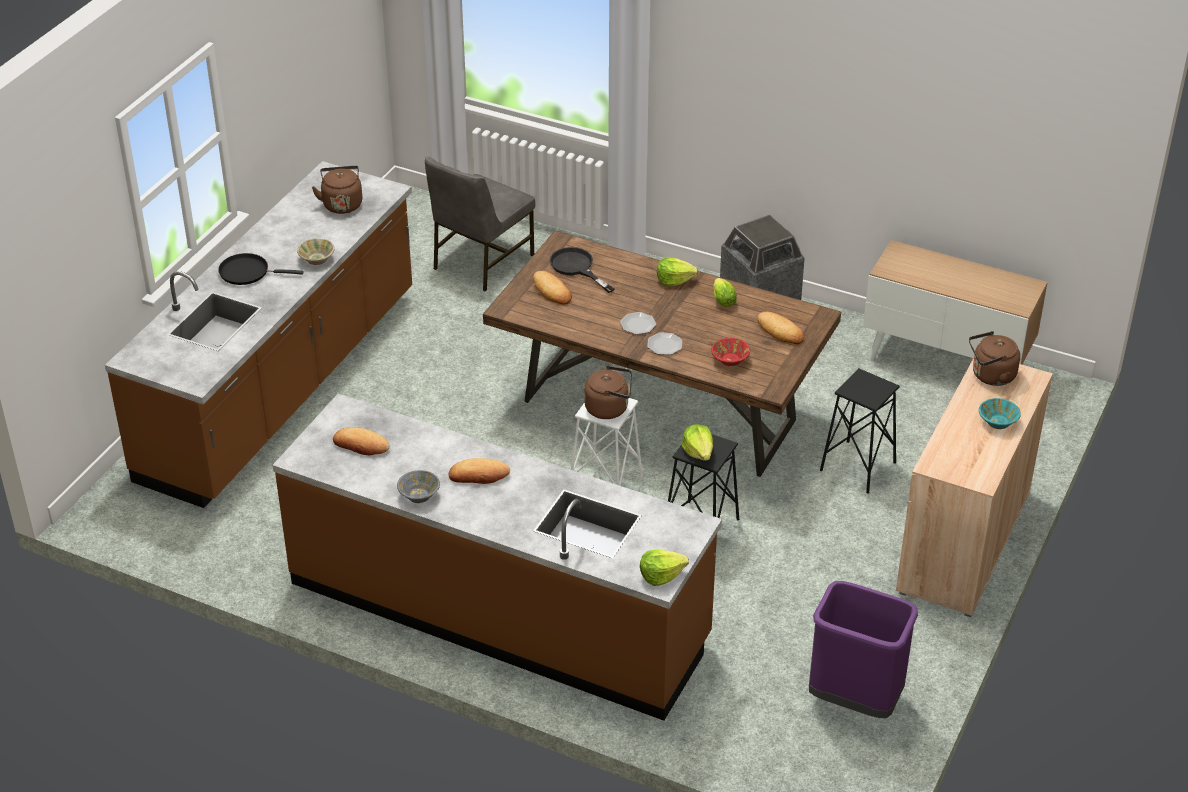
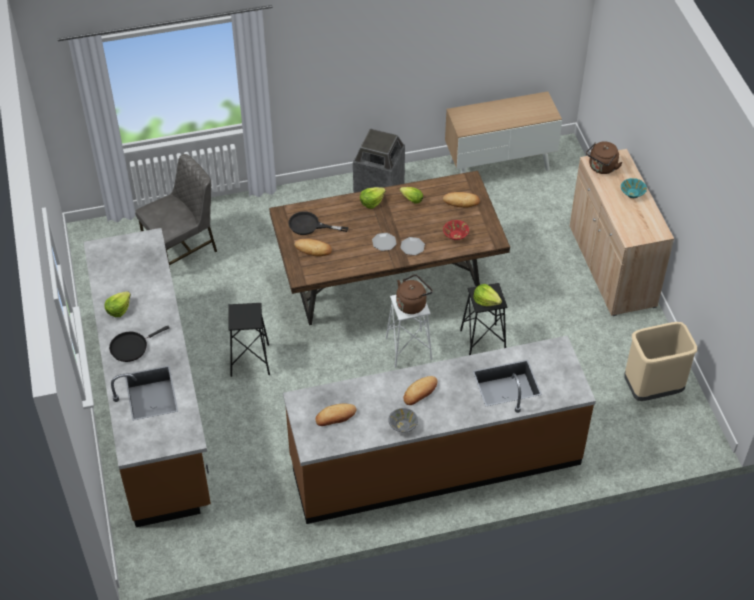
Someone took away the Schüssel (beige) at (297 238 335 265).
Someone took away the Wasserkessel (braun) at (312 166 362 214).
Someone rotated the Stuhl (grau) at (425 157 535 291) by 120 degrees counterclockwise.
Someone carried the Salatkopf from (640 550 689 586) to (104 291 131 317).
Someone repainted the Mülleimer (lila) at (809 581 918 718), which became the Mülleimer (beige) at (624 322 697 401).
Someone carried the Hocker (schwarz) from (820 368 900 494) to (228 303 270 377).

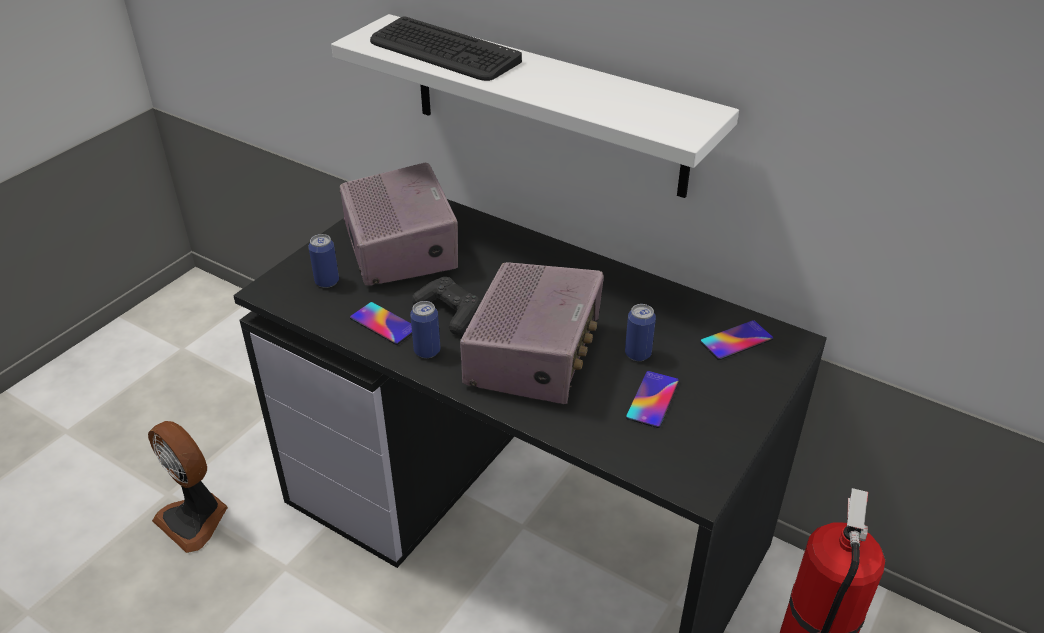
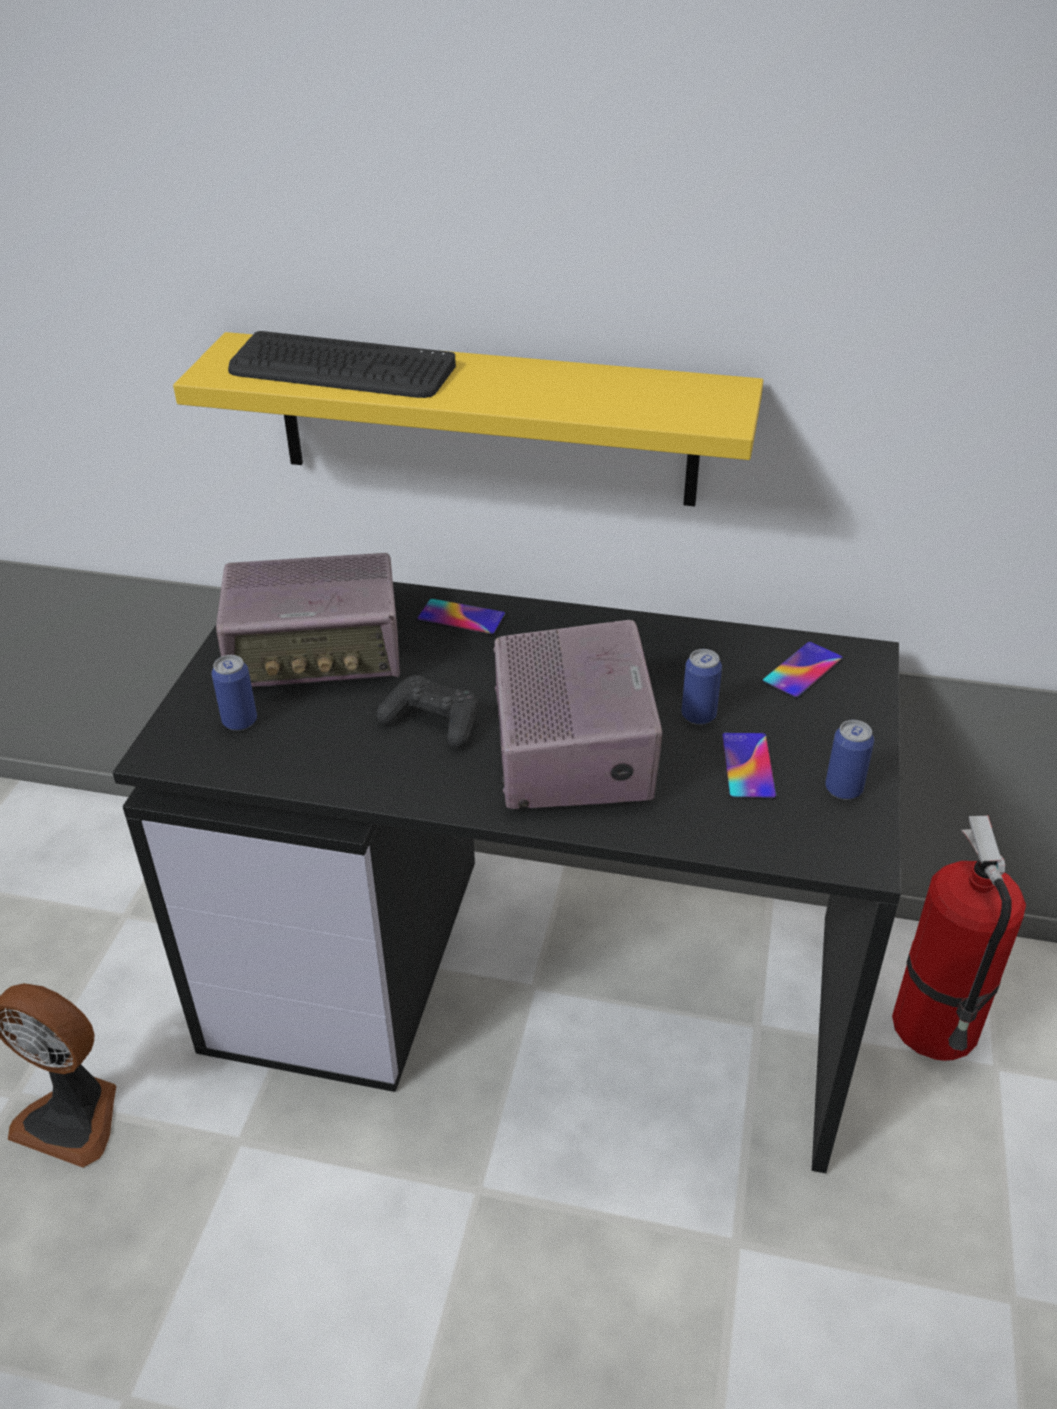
Someone repainted the Wandregal (weiß) at (331 14 739 198), which became the Wandregal (gelb) at (173 332 764 506).
Someone rotated the Radio at (340 163 458 286) by 120 degrees clockwise.
Someone carried the Handy from (350 302 412 345) to (417 599 506 635).
Someone carried the Dose from (410 301 440 358) to (825 720 874 800).

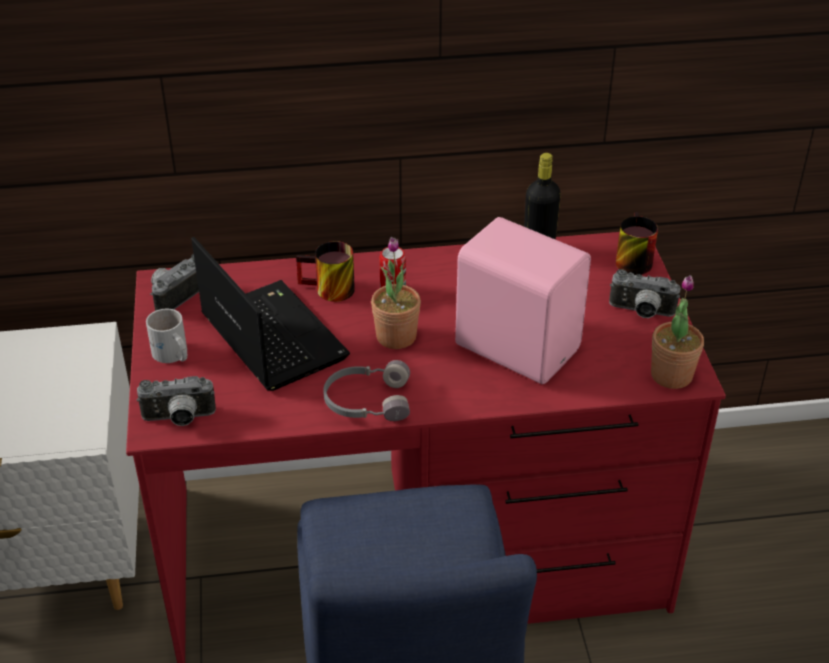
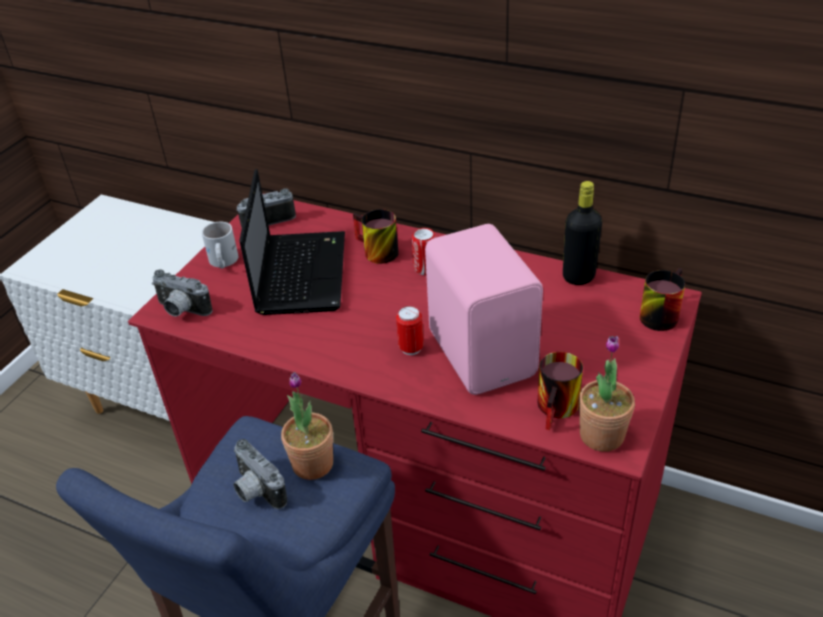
Someone took away the Kopfhörer (grau) at (323 360 410 421).
Someone carried the Topfpflanze from (371 237 421 349) to (281 372 333 480).
Someone carried the Kamera from (609 269 681 318) to (234 439 287 509).
Someone put down the Dose at (396 306 424 355).
Someone put down the Henkelbecher at (537 351 583 430).

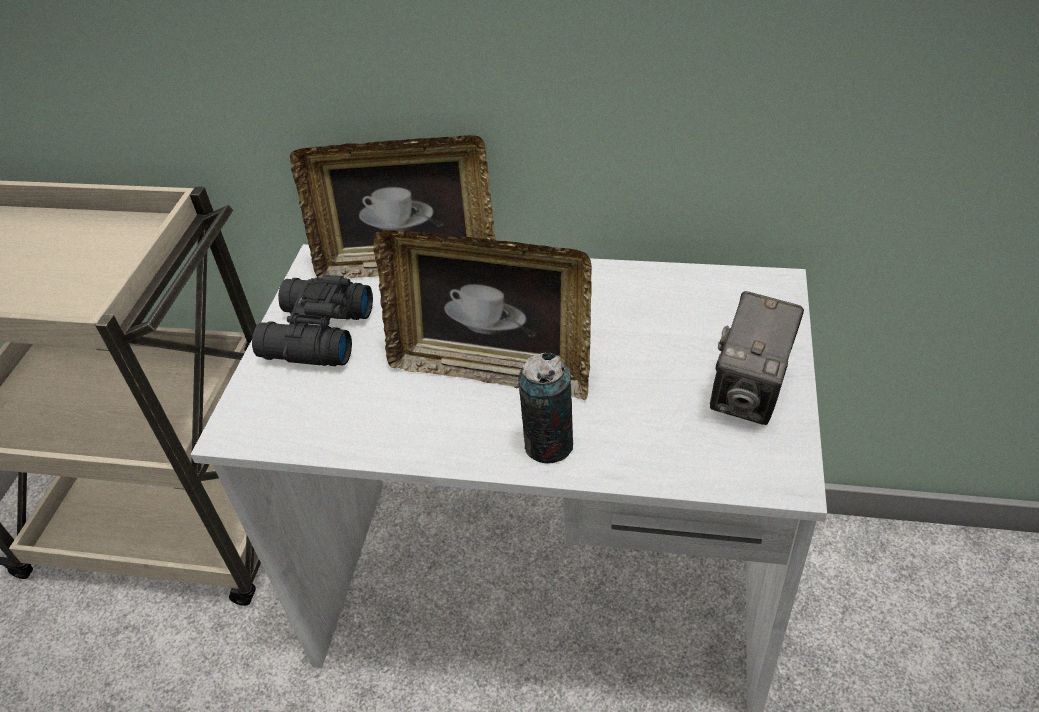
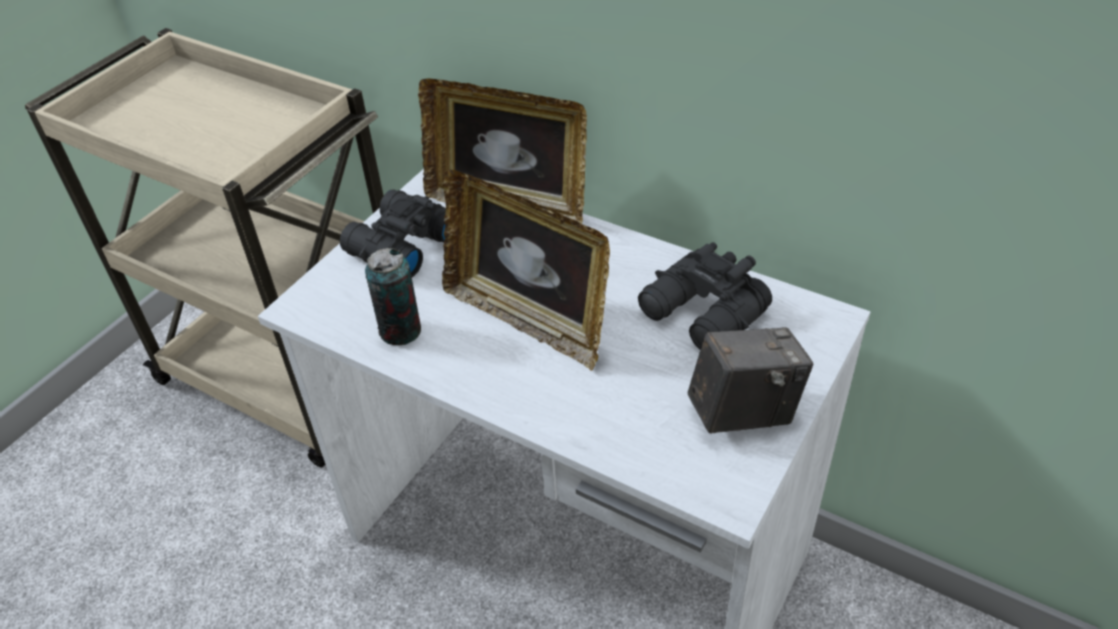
Someone carried the Dose from (518 353 573 464) to (365 248 421 345).
Someone rotated the Kamera at (710 291 804 425) by 150 degrees counterclockwise.
Someone put down the Fernglas (schwarz) at (638 242 772 350).

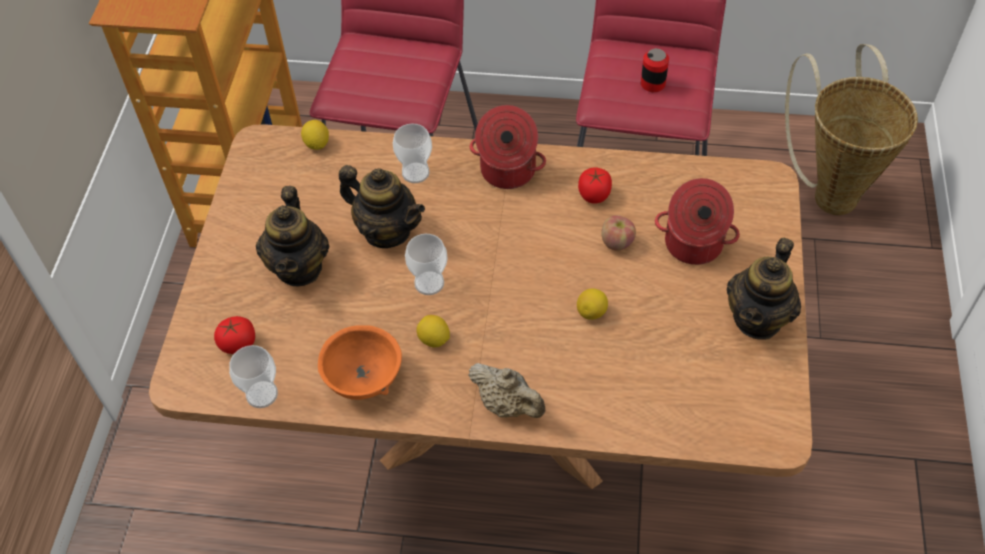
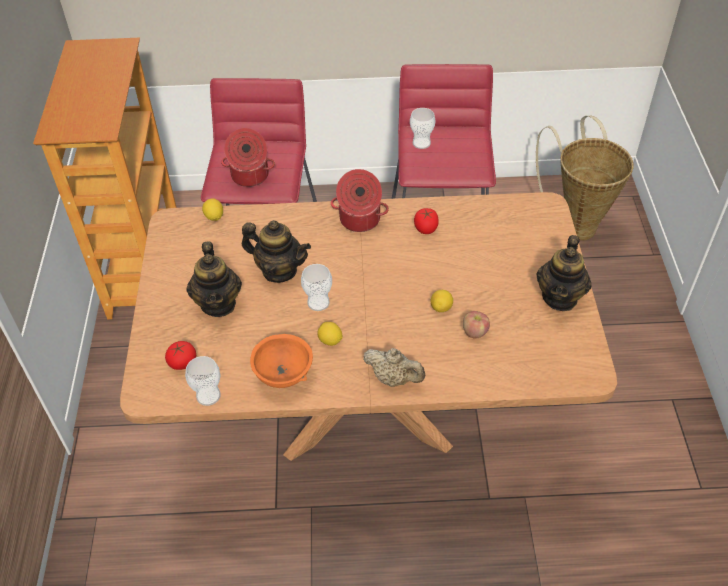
Someone carried the Tasse from (393 124 432 183) to (410 108 435 149).
Someone carried the Apfel from (601 215 636 251) to (463 311 490 338).
Someone took away the Dose at (641 48 669 92).
Someone carried the Kochtopf from (655 178 740 265) to (221 128 275 187).

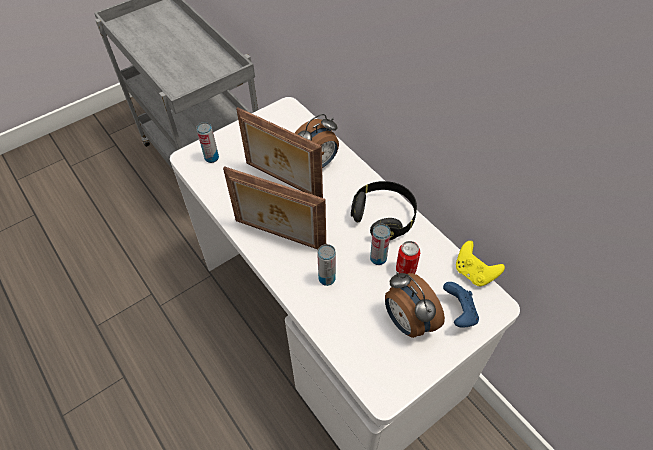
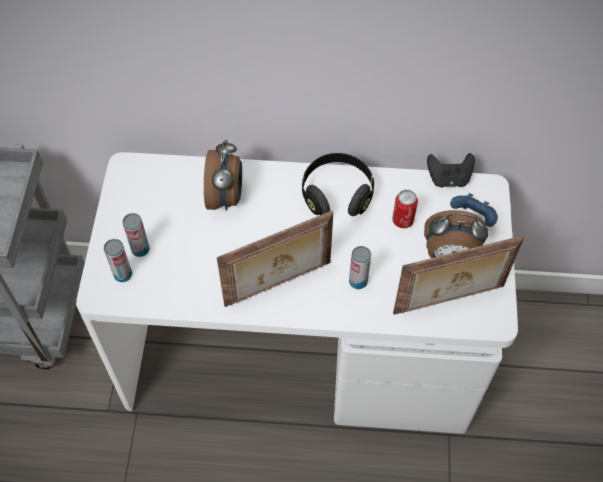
Someone carried the Bilderrahmen from (236 107 323 198) to (393 235 524 315).
Someone carried the Dose from (370 224 391 265) to (122 213 149 257).
Someone repainted the Gamepad (gelb) at (456 241 505 286), which became the Gamepad (schwarz) at (427 153 475 188).

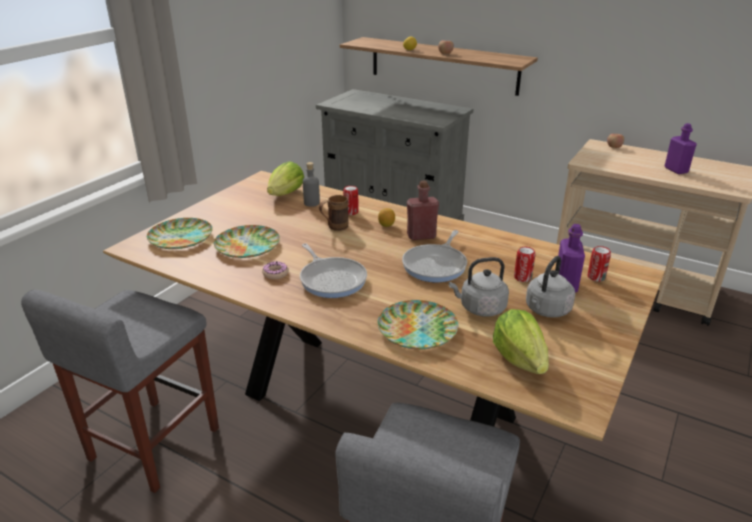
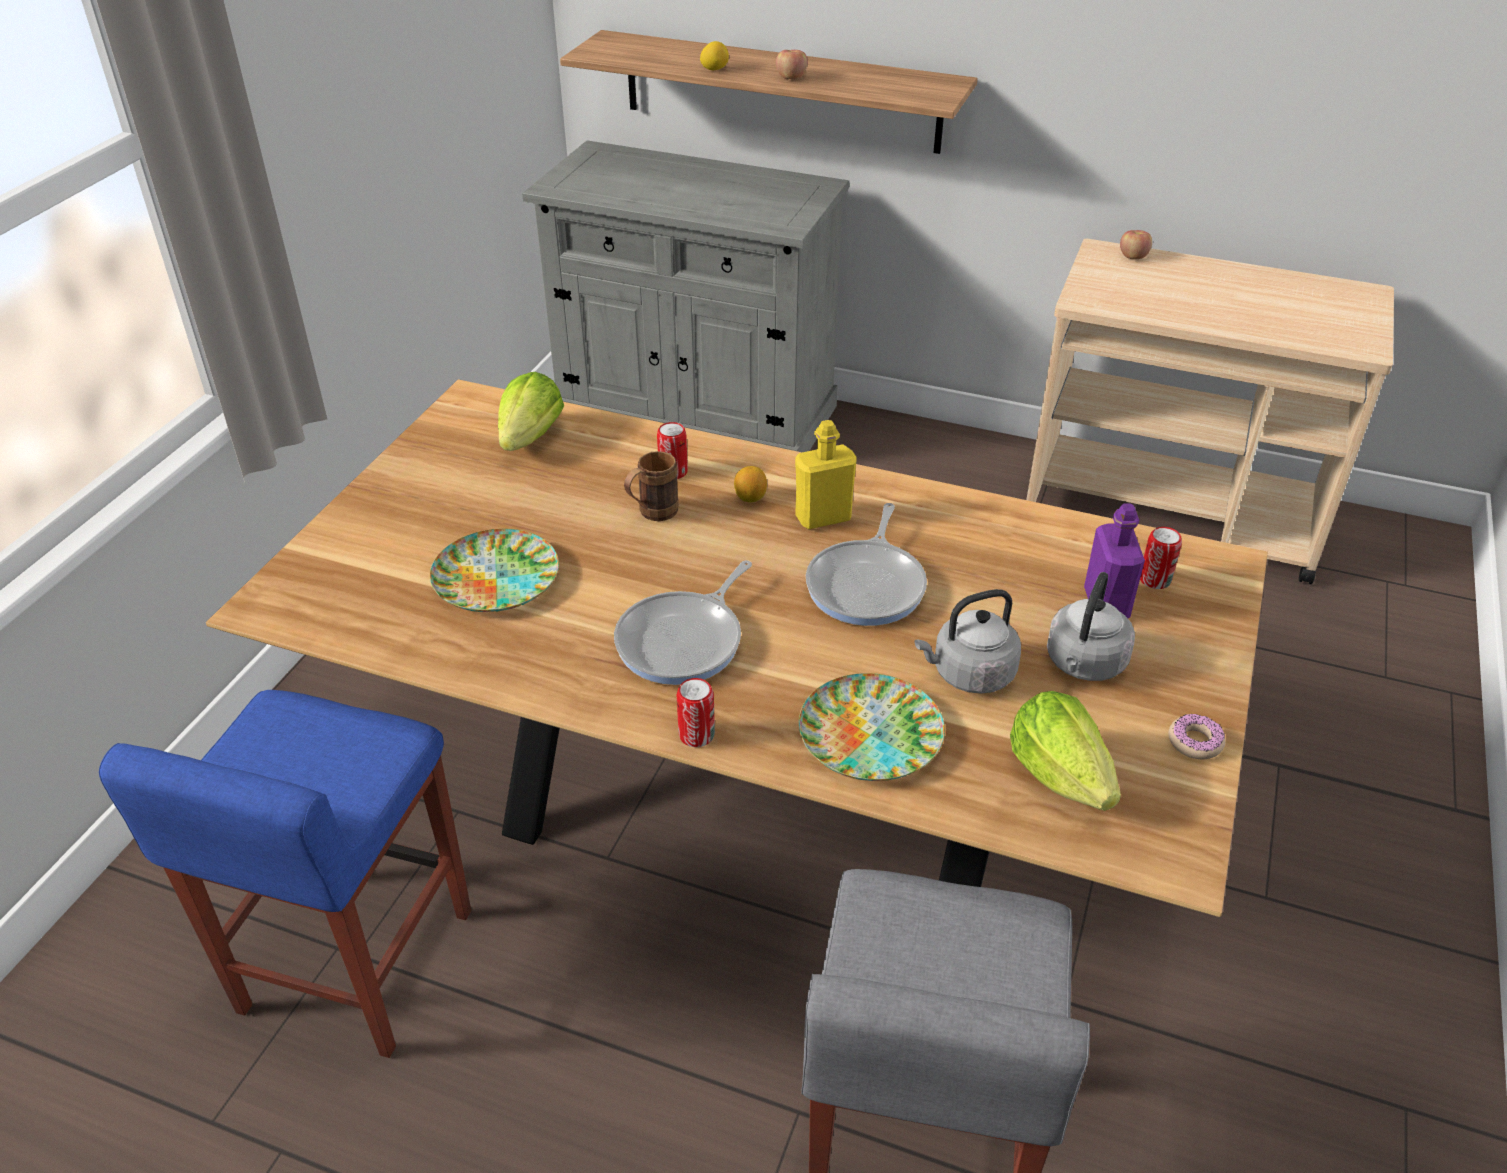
Someone repainted the Hocker (grau) at (21 290 219 493), which became the Hocker (blau) at (99 690 471 1058).
Someone took away the Teller at (147 218 213 249).
Someone carried the Donut from (262 261 289 279) to (1169 714 1226 759).
Someone rotated the Pfanne at (300 243 367 298) by 75 degrees clockwise.
Someone took away the Flasche (grau) at (303 162 320 207).
Someone repainted the Flasche (rot) at (407 180 439 240), which became the Flasche (gelb) at (795 420 856 529).
Someone carried the Dose from (514 247 535 282) to (677 678 715 747).
Someone took away the Flasche (lila) at (664 123 697 174).

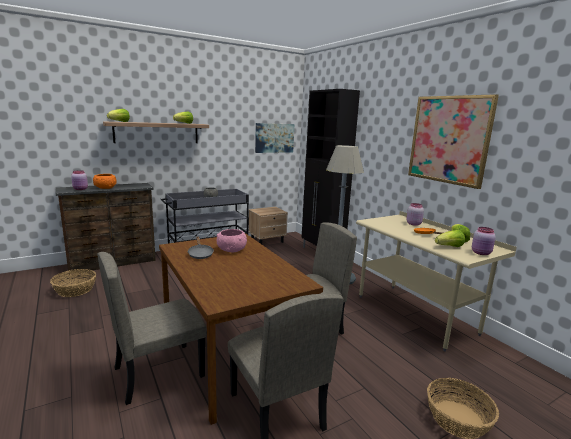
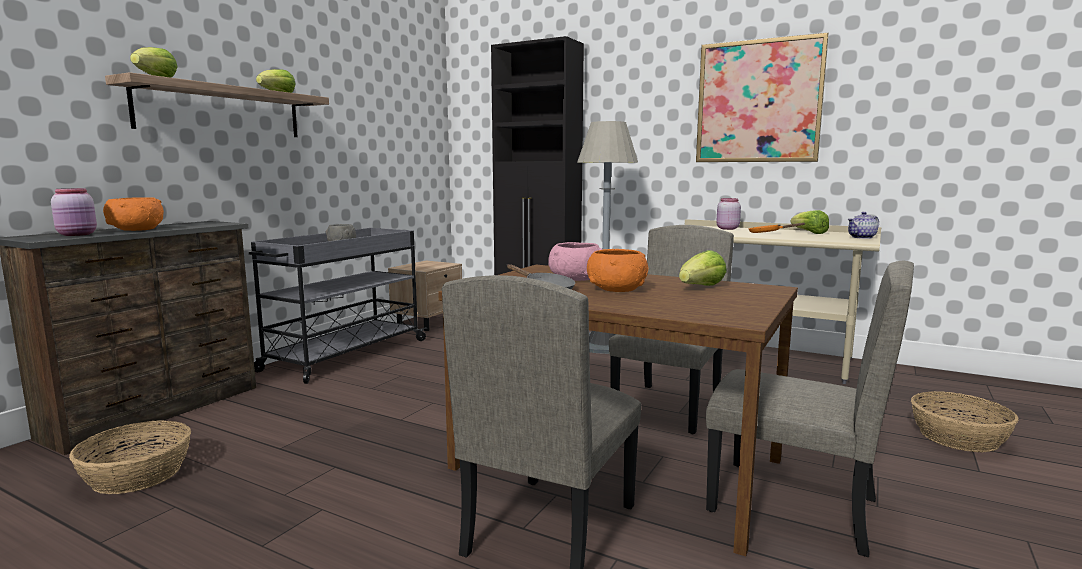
Someone took away the Bild at (255 123 294 153).
Someone carried the Salatkopf from (435 230 465 247) to (679 250 727 286).
Someone swapped the Vorratsglas (rosa) at (472 227 496 255) for the Teekanne at (848 212 879 239).
Someone put down the Schüssel (orange) at (587 249 648 292).

